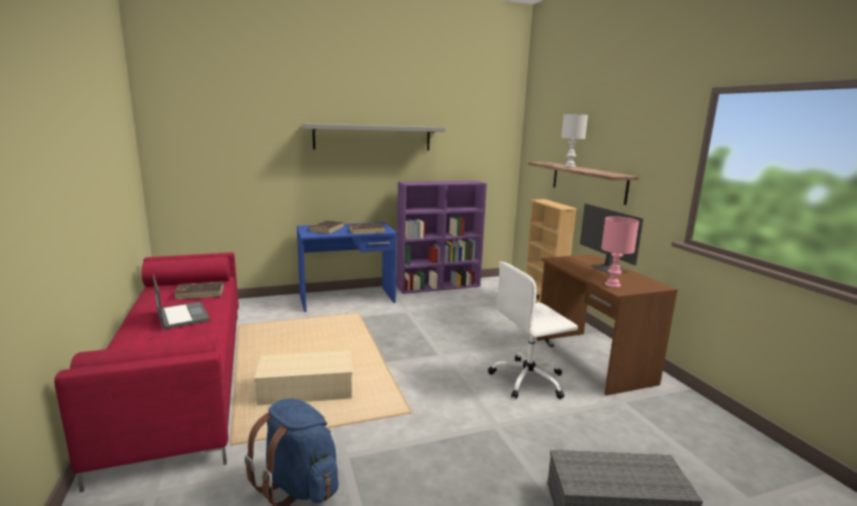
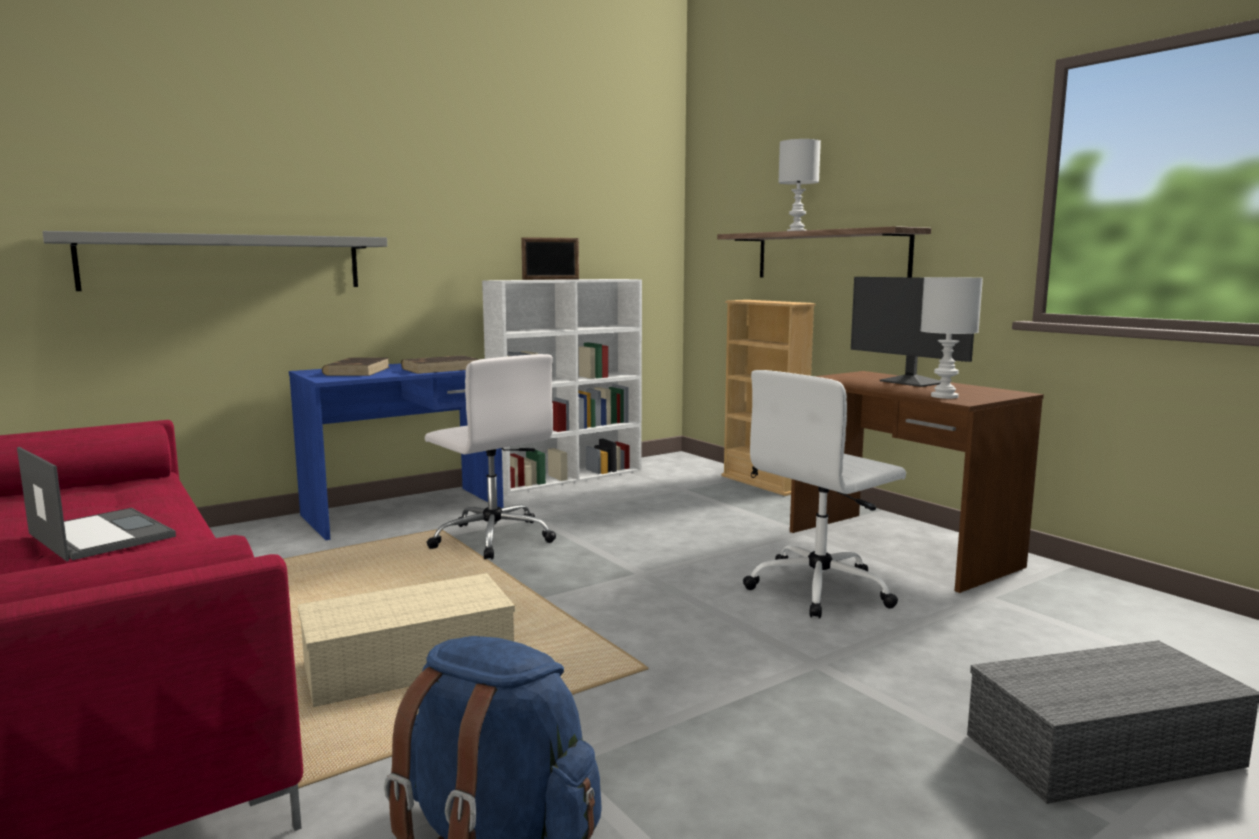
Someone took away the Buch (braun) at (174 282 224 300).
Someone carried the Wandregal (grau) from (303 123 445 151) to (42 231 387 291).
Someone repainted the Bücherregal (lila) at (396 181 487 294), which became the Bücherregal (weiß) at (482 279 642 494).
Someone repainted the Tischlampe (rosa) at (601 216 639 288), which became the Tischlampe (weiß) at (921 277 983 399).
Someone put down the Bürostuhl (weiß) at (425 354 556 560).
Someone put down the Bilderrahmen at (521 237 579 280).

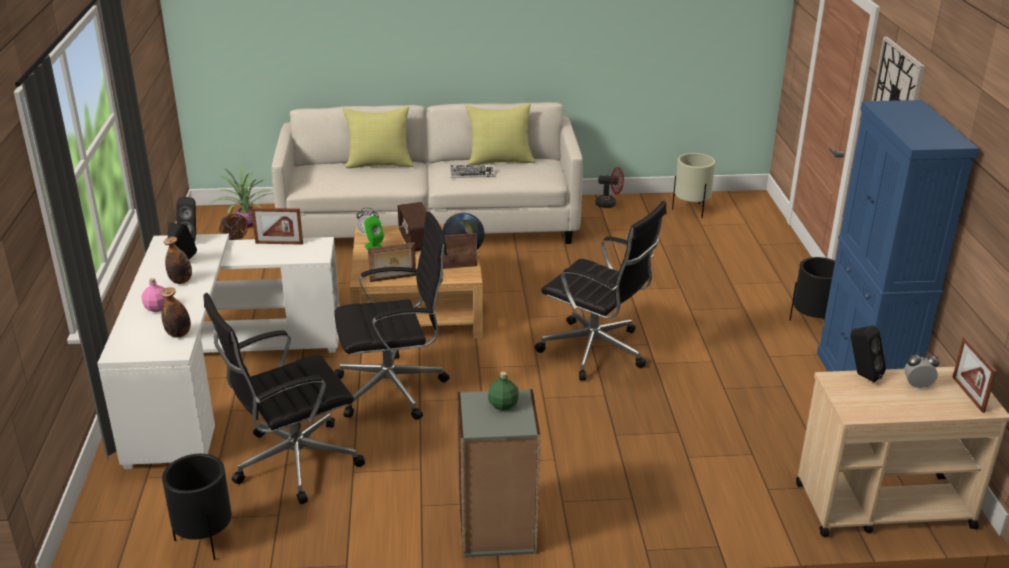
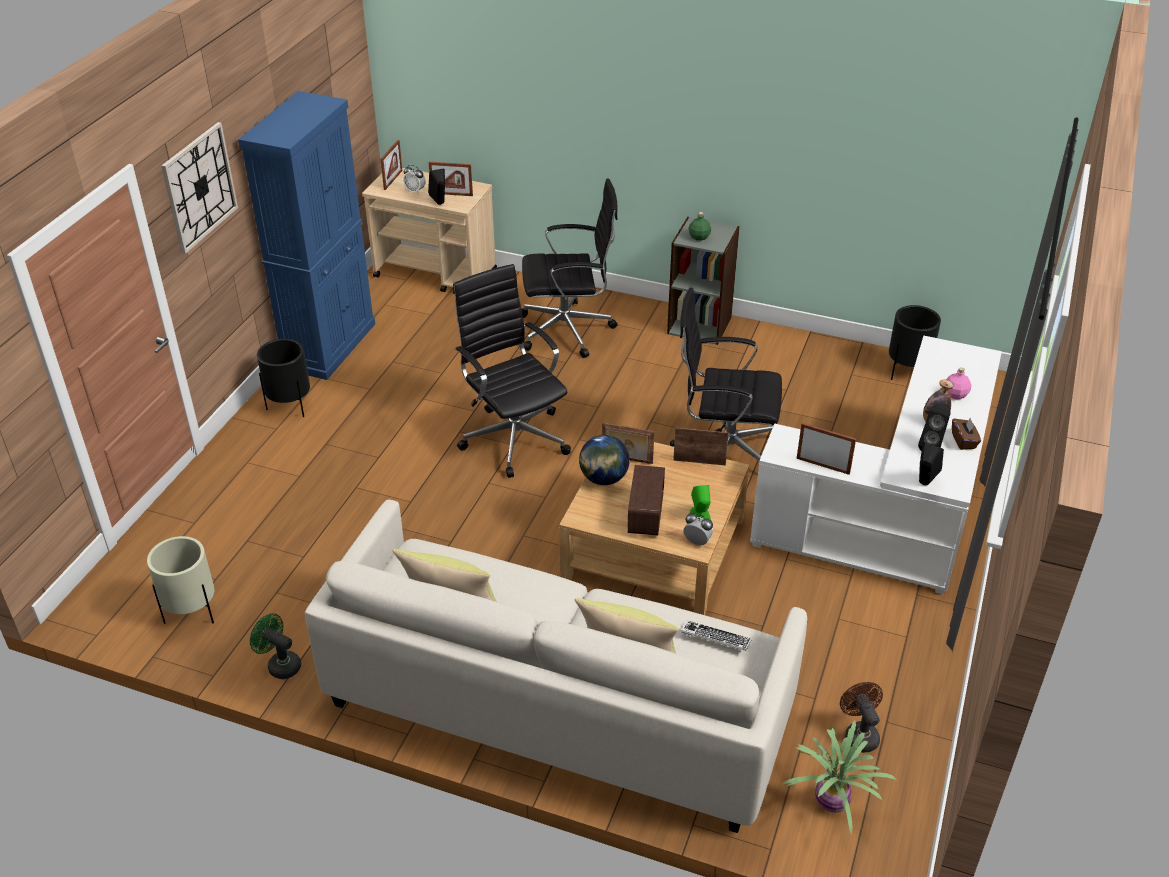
Someone took away the Flasche at (161 287 191 338).
Someone carried the Bürostuhl (schwarz) from (203 293 365 504) to (521 179 618 358).
Someone carried the Tastatur from (450 165 495 178) to (680 621 752 652).
Someone repainted the Ventilator (rot) at (596 167 624 208), which became the Ventilator (grün) at (250 613 301 679).
Someone put down the Bilderrahmen at (429 162 473 196).
Someone put down the Taschentuchbox (braun) at (952 417 981 450).

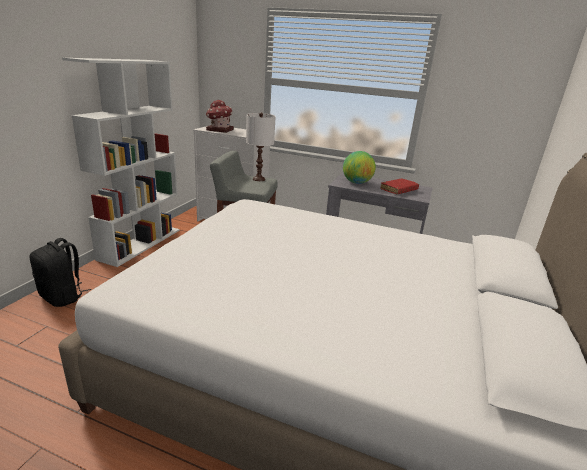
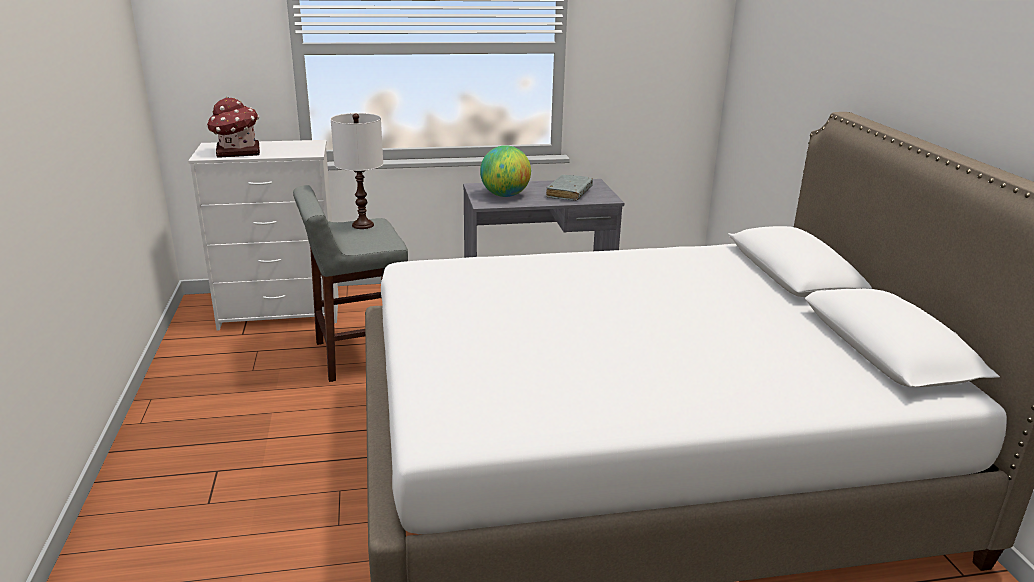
Someone took away the Rucksack (schwarz) at (29 238 91 307).
Someone took away the Bücherregal (weiß) at (62 58 180 267).
Someone repainted the Buch (rot) at (380 178 419 194), which became the Buch (grau) at (546 174 593 200).

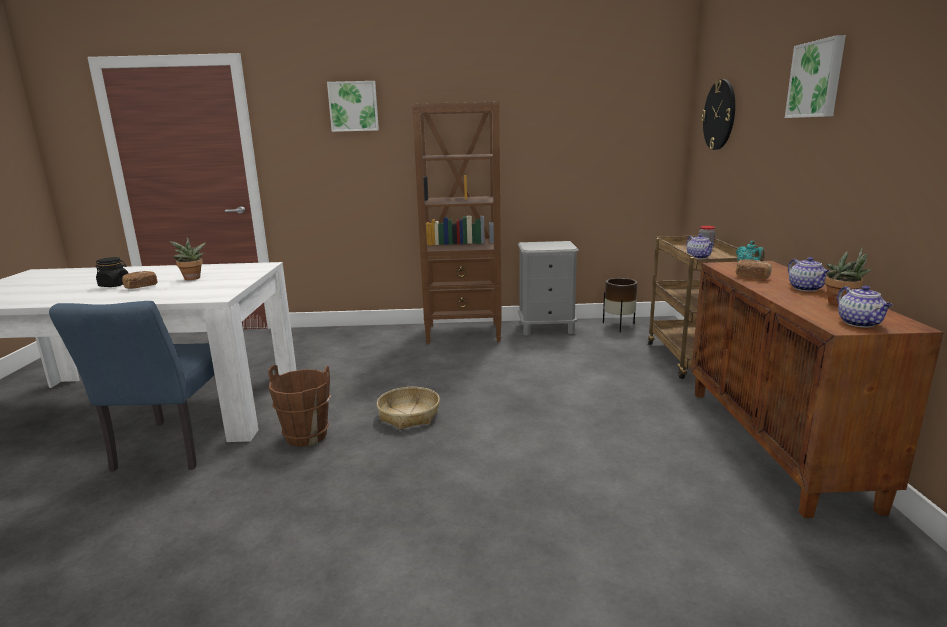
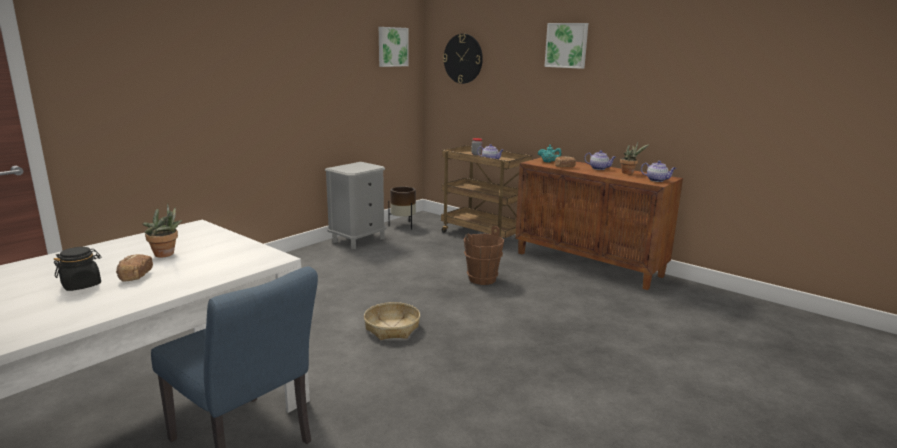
Someone carried the Eimer (braun) from (268 365 331 447) to (464 226 504 285).
Someone carried the Bild from (327 81 379 132) to (379 27 409 67).
Someone took away the Bücherregal (braun) at (412 101 502 344).

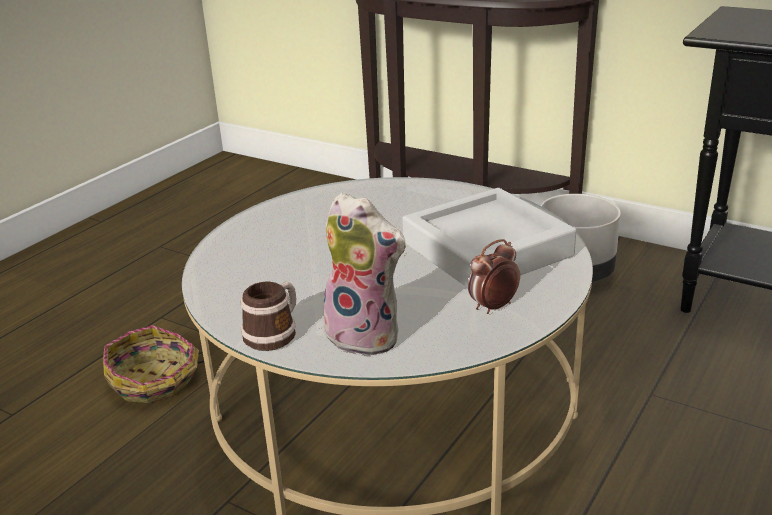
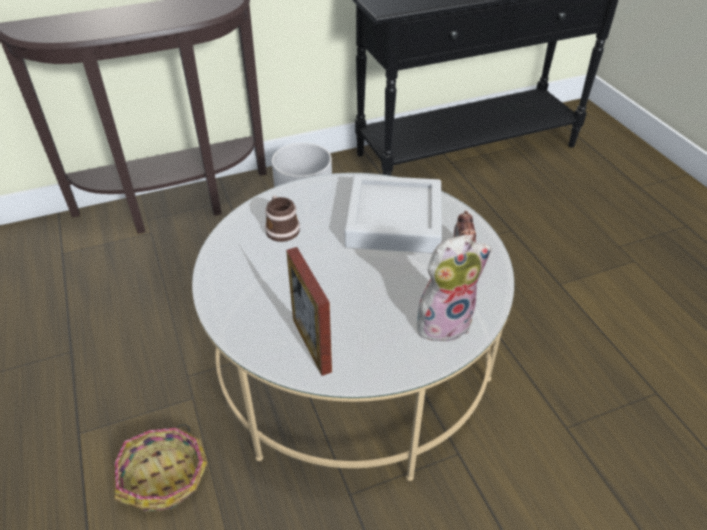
Someone carried the Henkelbecher from (241 282 296 351) to (265 195 300 242).
Someone put down the Bilderrahmen at (286 247 332 376).

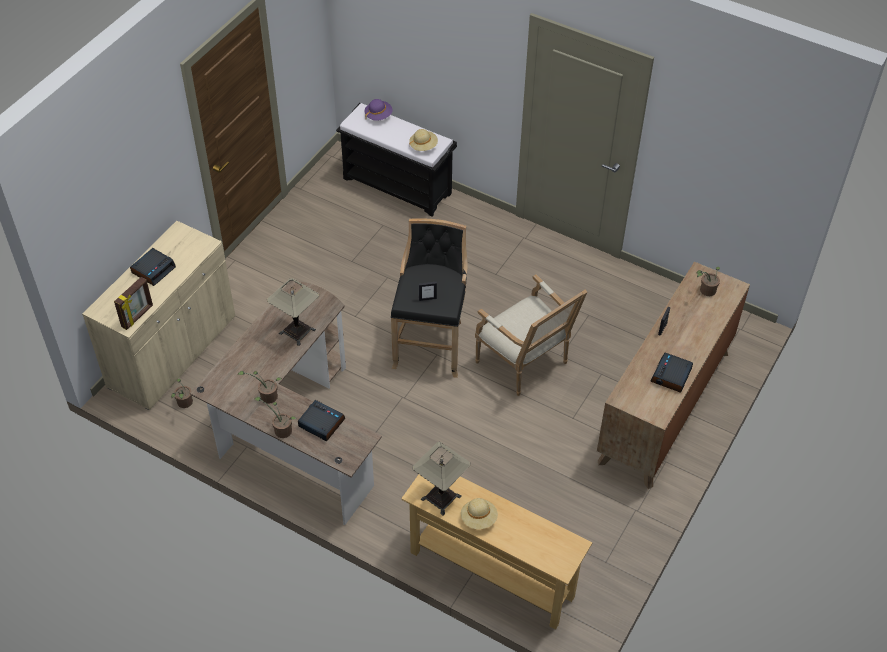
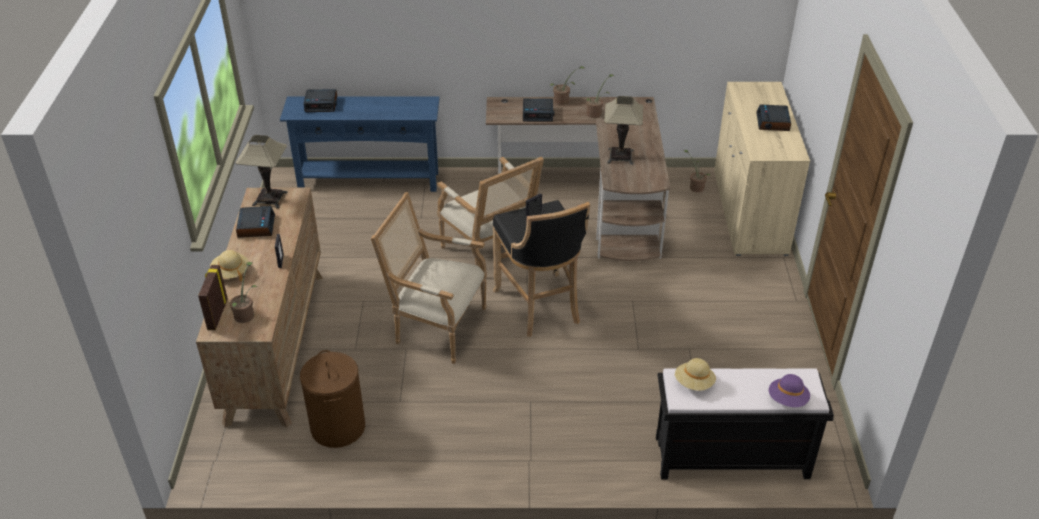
Someone carried the Bilderrahmen from (114 277 153 330) to (198 265 228 330).
Someone repainted the Konsolentisch (beige) at (401 475 592 630), which became the Konsolentisch (blau) at (280 96 439 192).
Someone carried the Tischlampe from (412 442 471 515) to (235 135 288 209).
Someone carried the Hut (beige) from (461 498 498 529) to (210 250 249 282).
Someone put down the Wäschekorb (braun) at (300 350 365 448).
Someone put down the Wecker at (304 89 337 112).
Someone put down the Sessel at (437 157 544 267).

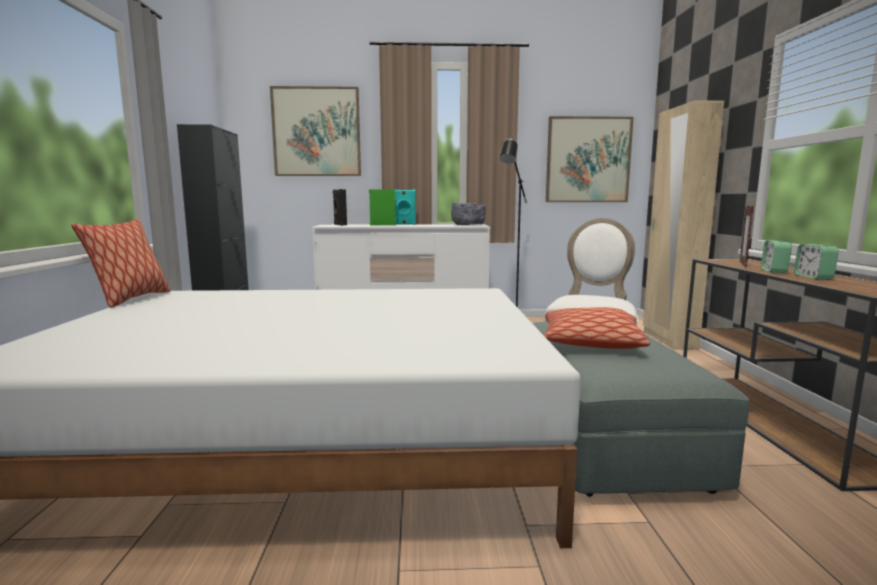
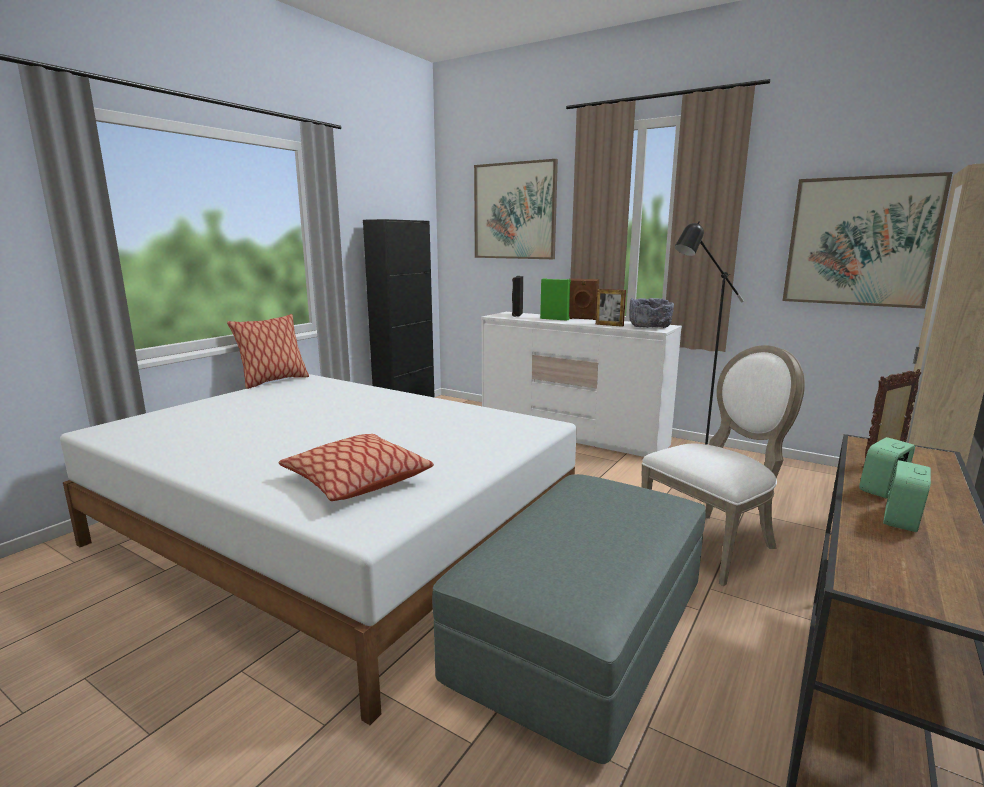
Someone repainted the Lautsprecher (türkis) at (391 189 416 225), which became the Lautsprecher (braun) at (569 279 599 320).
Someone carried the Kissen from (544 307 650 349) to (279 434 434 501).
Someone put down the Bilderrahmen at (596 289 626 327).

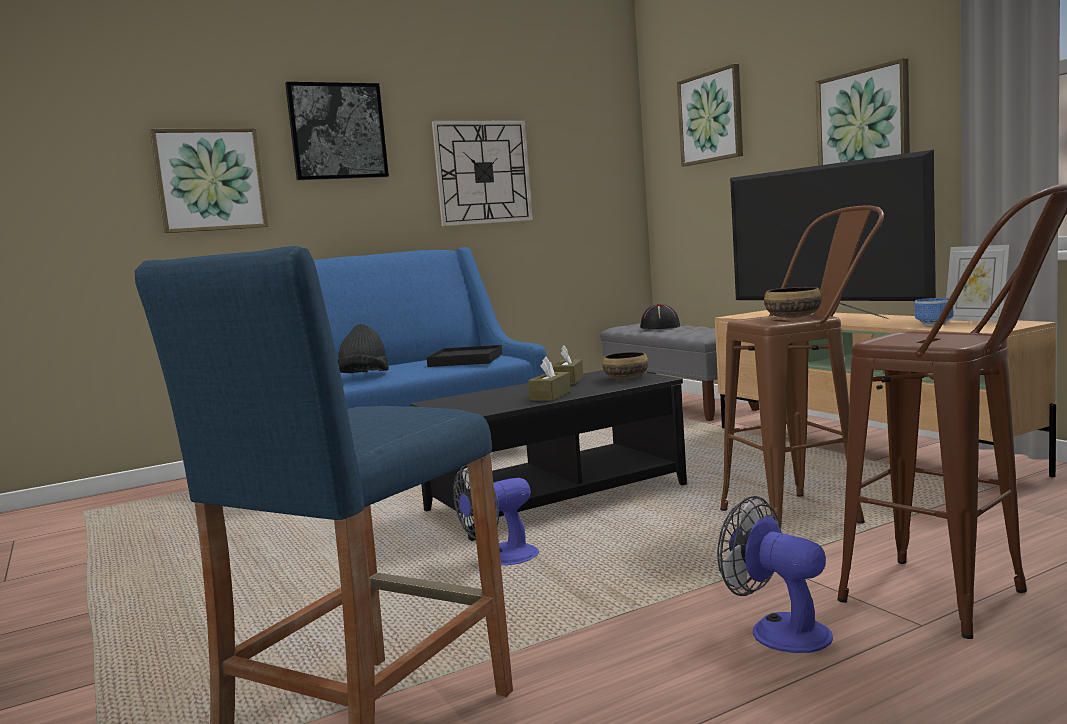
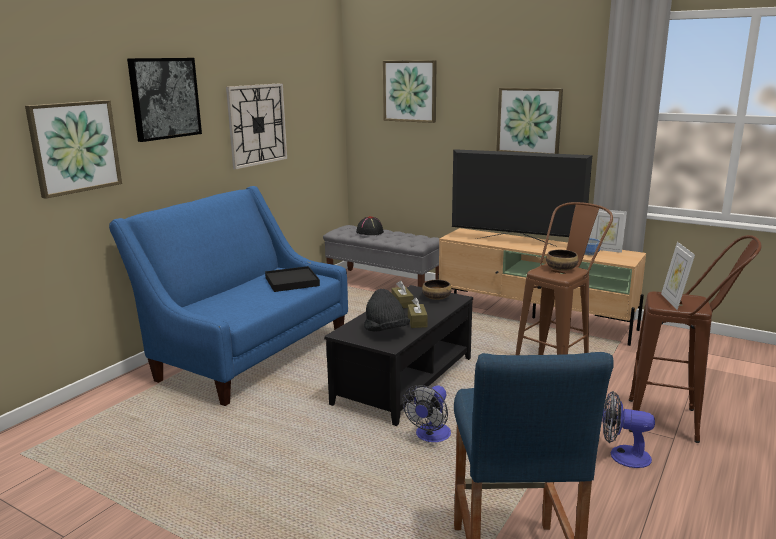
Someone carried the Hut (schwarz) from (338 324 389 373) to (364 289 410 332).
Someone put down the Bilderrahmen at (661 242 695 310).

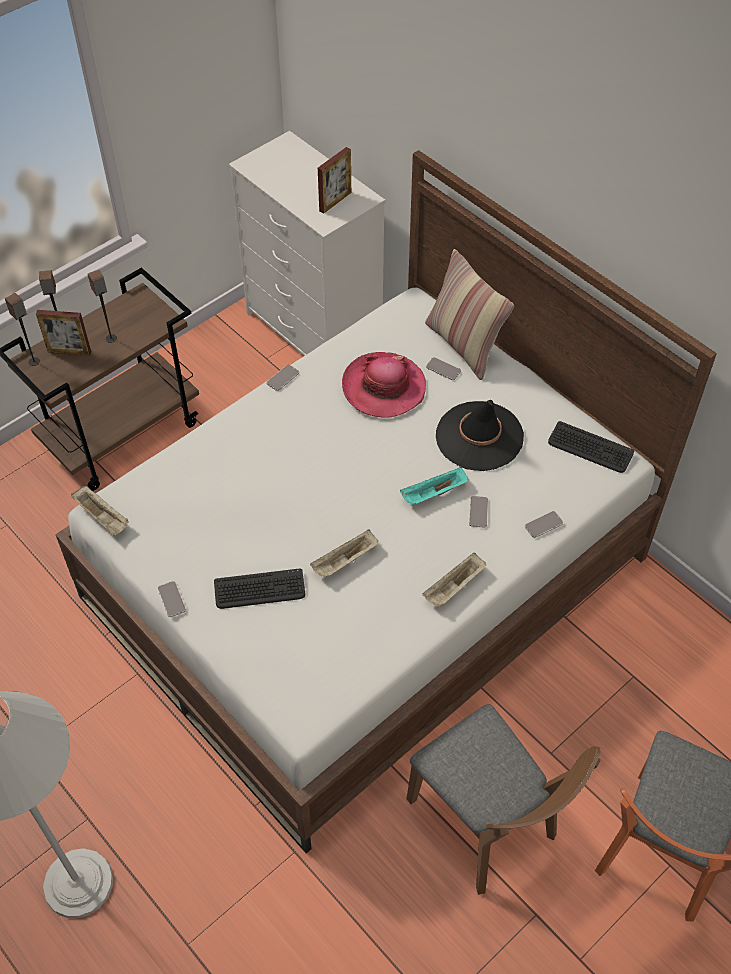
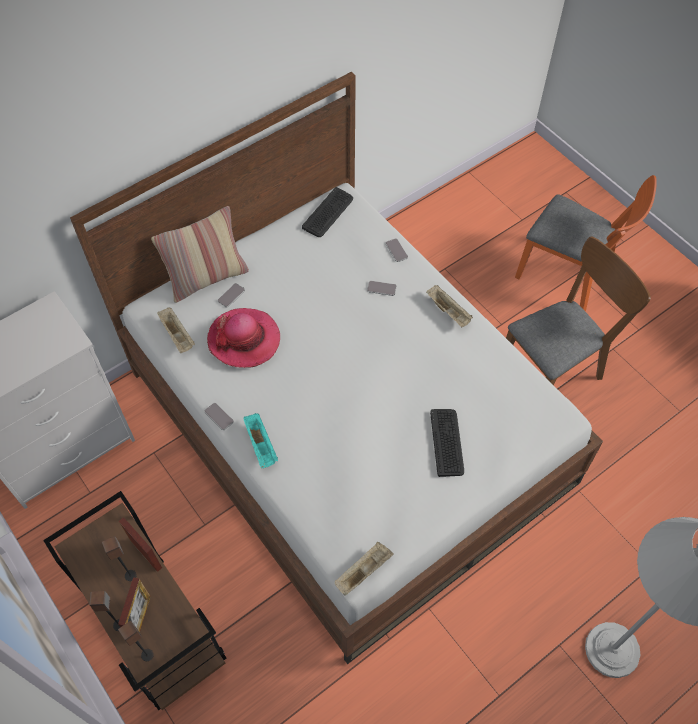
Someone took away the Handy at (158 581 186 617).
Someone carried the Tablett (beige) from (310 530 378 579) to (157 308 195 353).
Someone carried the Bilderrahmen from (318 147 351 214) to (119 517 162 572).
Someone carried the Tablett (türkis) from (400 467 468 506) to (243 413 278 468).
Someone took away the Hut (schwarz) at (436 400 524 471).

